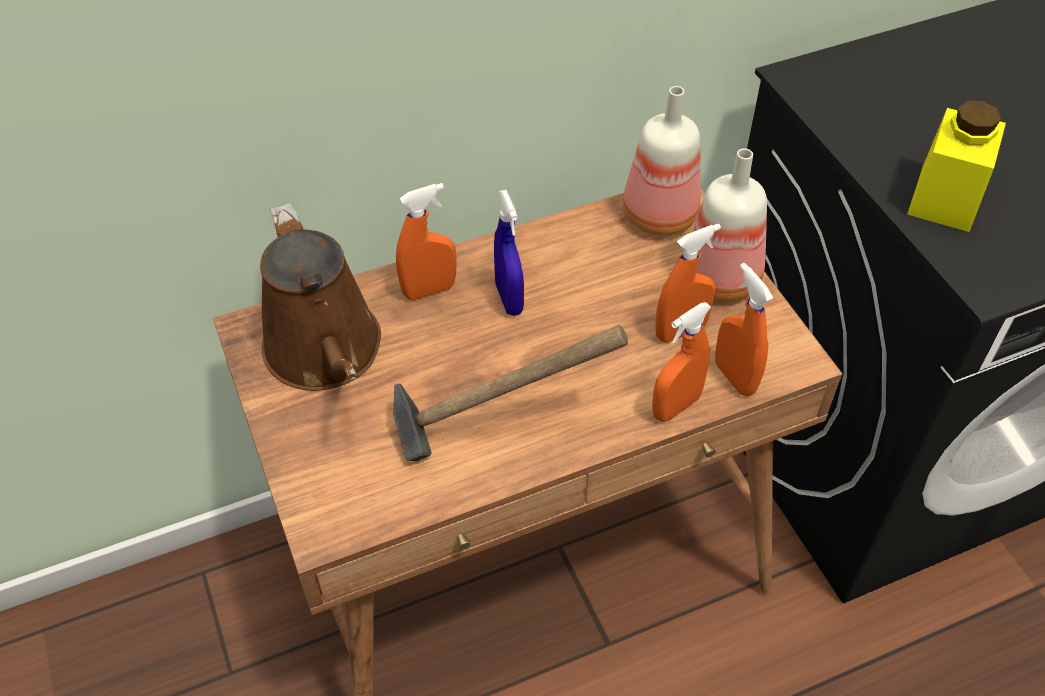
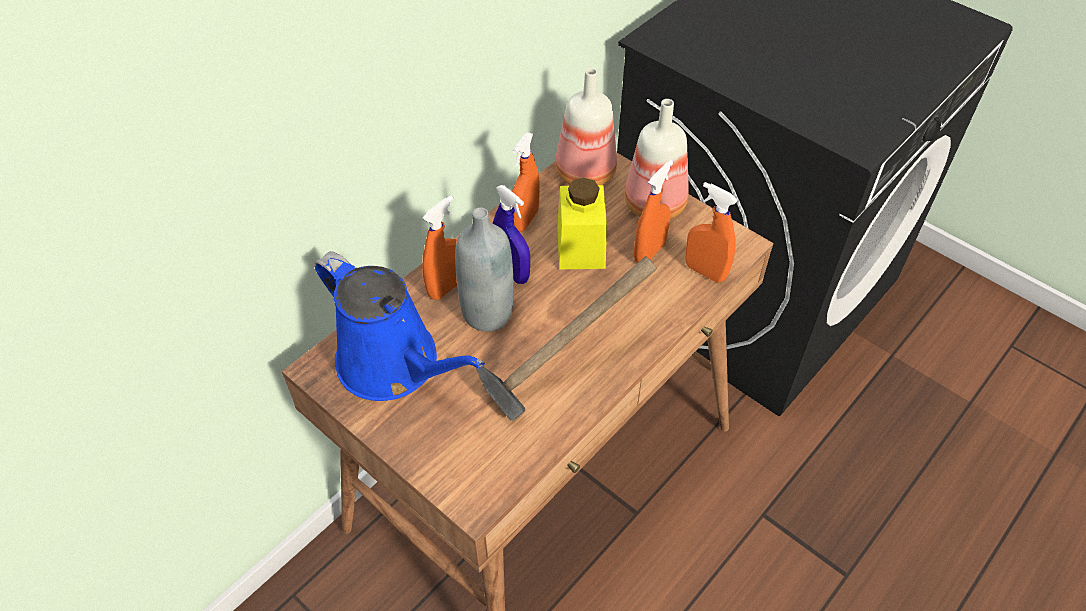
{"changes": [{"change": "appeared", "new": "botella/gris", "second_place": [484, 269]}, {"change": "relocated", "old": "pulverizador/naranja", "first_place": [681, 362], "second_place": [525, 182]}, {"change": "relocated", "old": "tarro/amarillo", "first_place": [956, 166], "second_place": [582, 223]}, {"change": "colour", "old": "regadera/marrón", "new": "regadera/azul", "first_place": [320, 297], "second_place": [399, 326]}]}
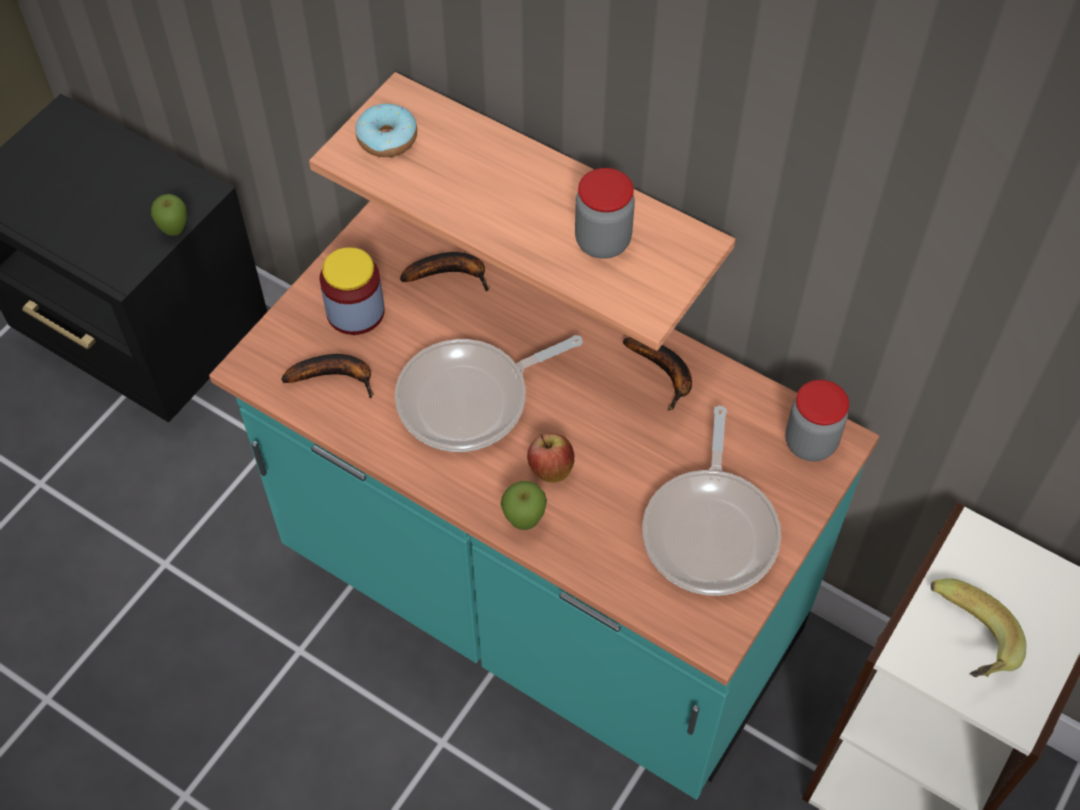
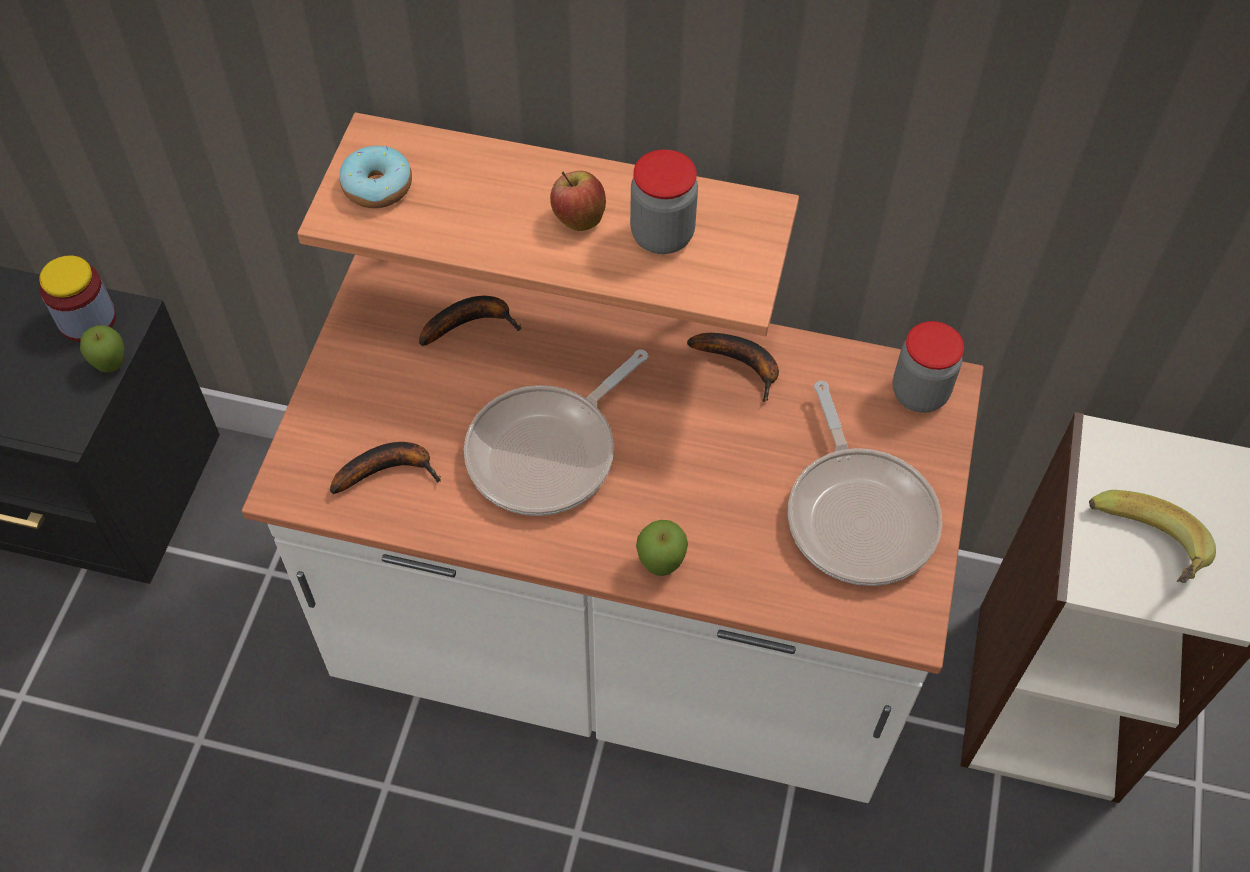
{"changes": [{"change": "relocated", "old": "tarro", "first_place": [352, 291], "second_place": [77, 298]}, {"change": "relocated", "old": "manzana", "first_place": [550, 458], "second_place": [578, 201]}, {"change": "colour", "old": "mueble bajo de cocina/turquesa", "new": "mueble bajo de cocina/blanco", "first_place": [544, 500], "second_place": [613, 529]}]}
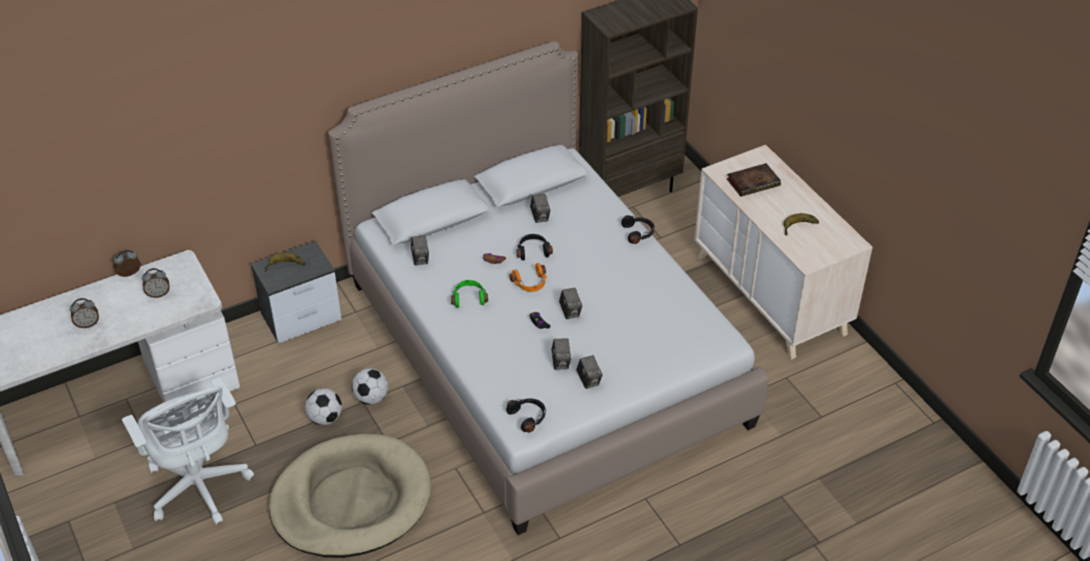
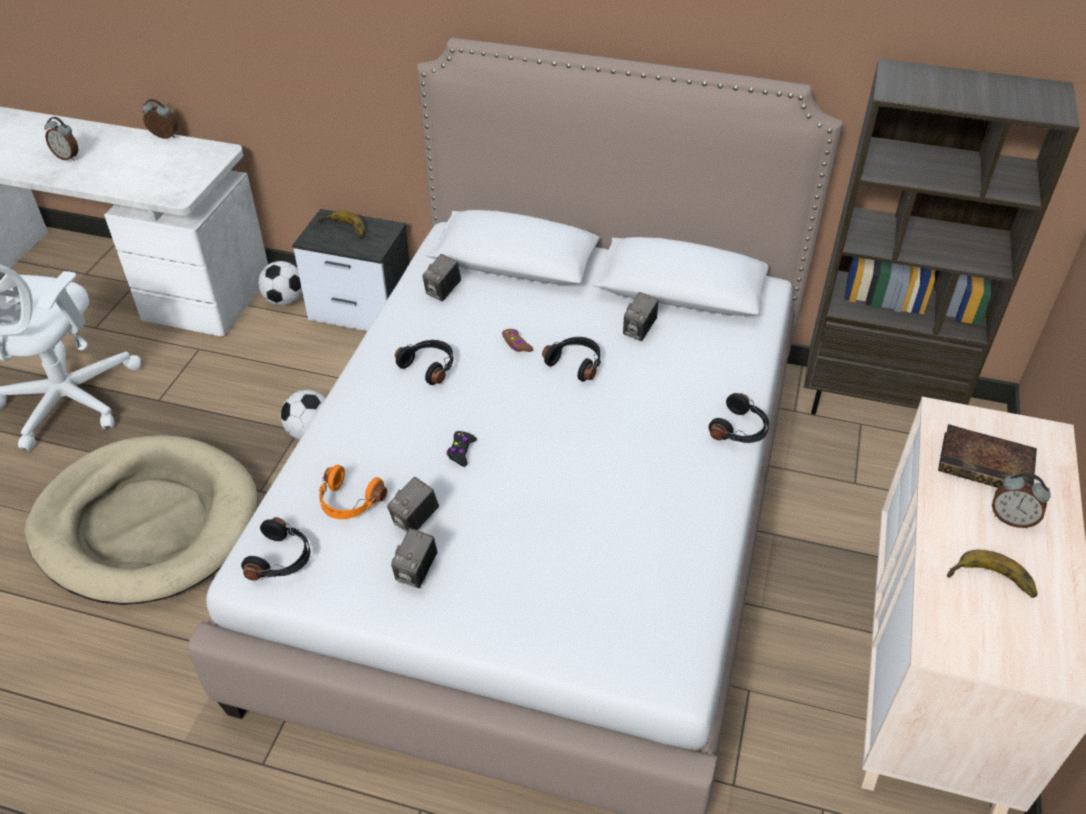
{"changes": [{"change": "missing", "old": "cámara", "first_place": [570, 303]}, {"change": "relocated", "old": "despertador", "first_place": [156, 283], "second_place": [1021, 500]}, {"change": "relocated", "old": "balón de fútbol", "first_place": [323, 406], "second_place": [280, 283]}, {"change": "relocated", "old": "auriculares/naranja", "first_place": [528, 277], "second_place": [353, 491]}, {"change": "colour", "old": "auriculares/verde", "new": "auriculares/negro", "first_place": [469, 294], "second_place": [424, 362]}]}
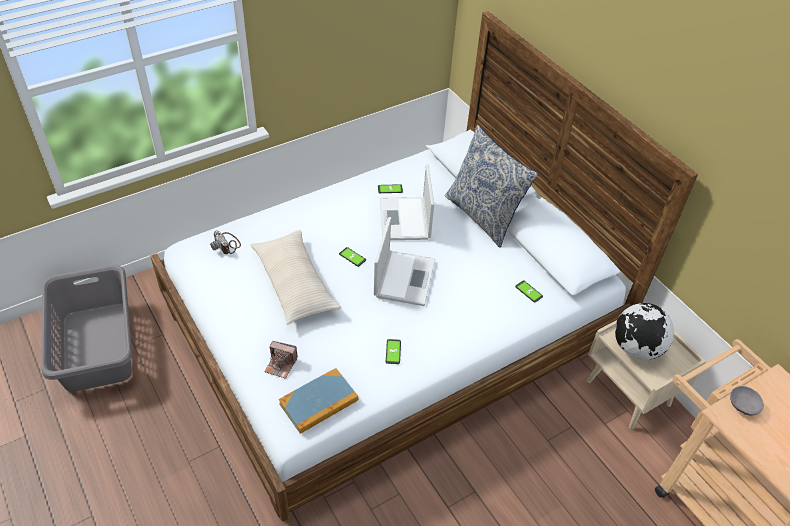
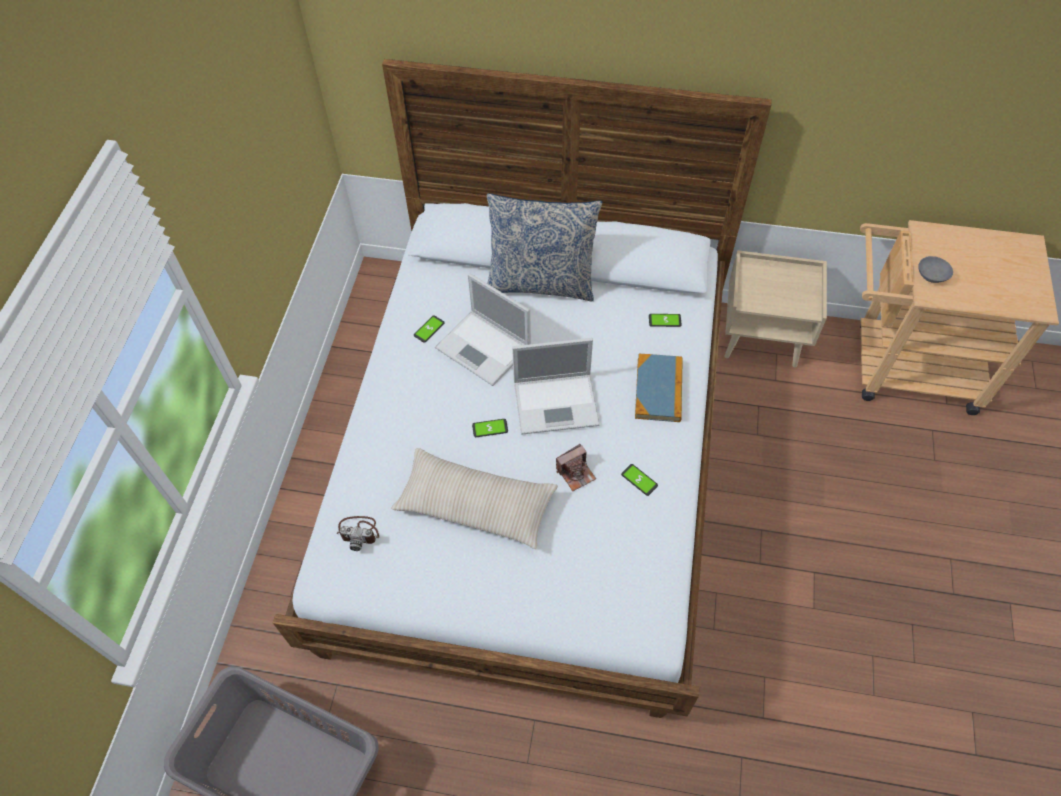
{"changes": [{"change": "missing", "old": "globo terráqueo", "first_place": [644, 331]}, {"change": "relocated", "old": "cámara", "first_place": [281, 360], "second_place": [576, 467]}, {"change": "relocated", "old": "libro", "first_place": [319, 401], "second_place": [659, 388]}, {"change": "spun", "old": "portátil", "first_place": [404, 261], "second_place": [556, 386], "degrees": 120}]}
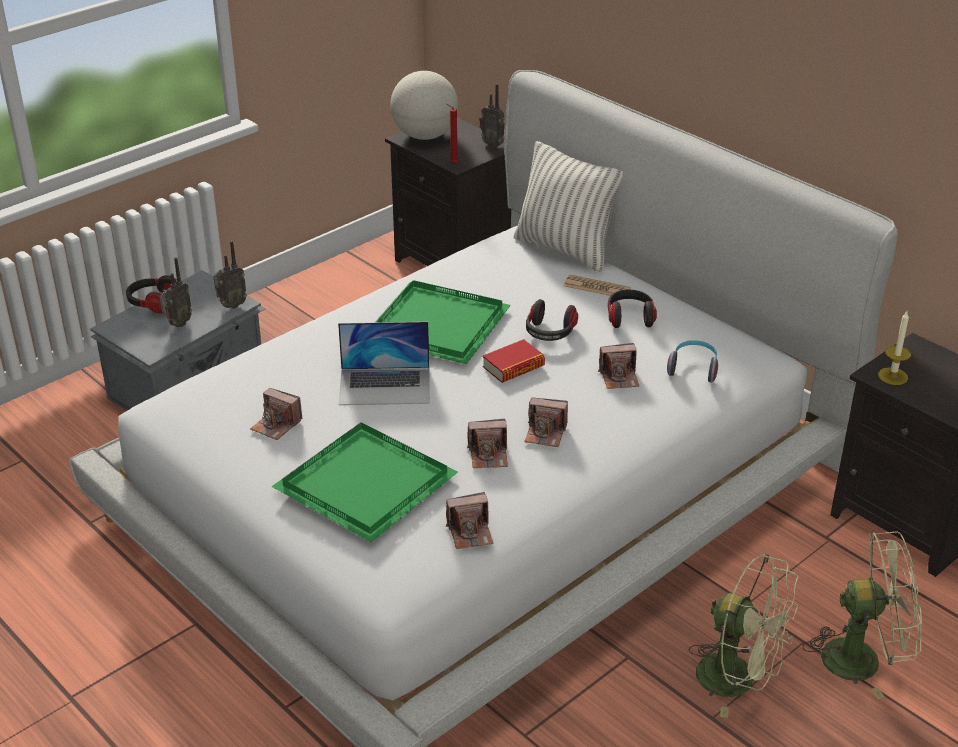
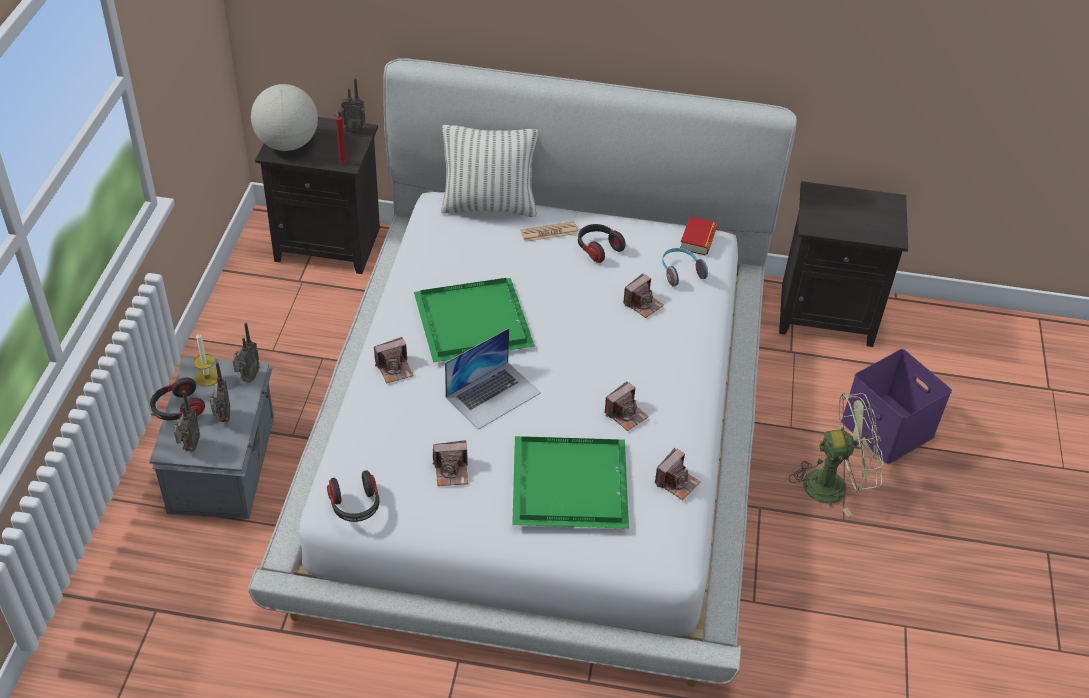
{"changes": [{"change": "appeared", "new": "radio", "second_place": [187, 421]}, {"change": "relocated", "old": "libro", "first_place": [514, 361], "second_place": [698, 235]}, {"change": "relocated", "old": "cámara", "first_place": [546, 422], "second_place": [394, 360]}, {"change": "relocated", "old": "auriculares", "first_place": [552, 320], "second_place": [353, 496]}, {"change": "relocated", "old": "vela", "first_place": [894, 348], "second_place": [206, 359]}, {"change": "exchanged", "old": "ventilador/verde", "new": "caja de almacenaje/morado", "first_place": [862, 615], "second_place": [896, 406]}]}
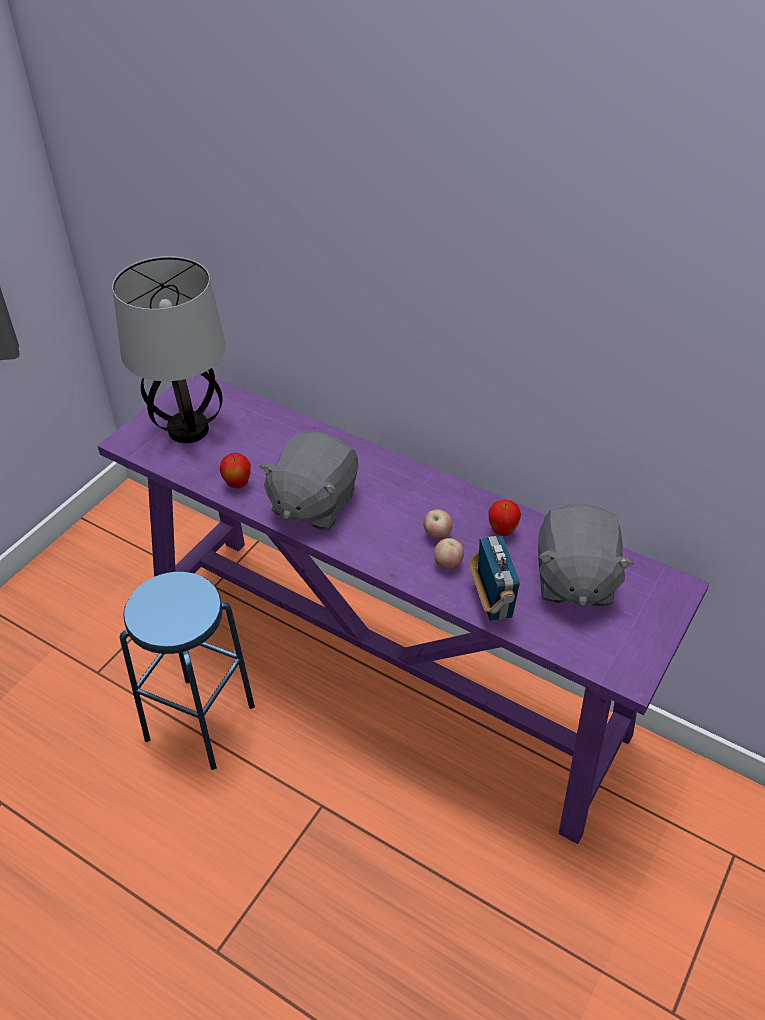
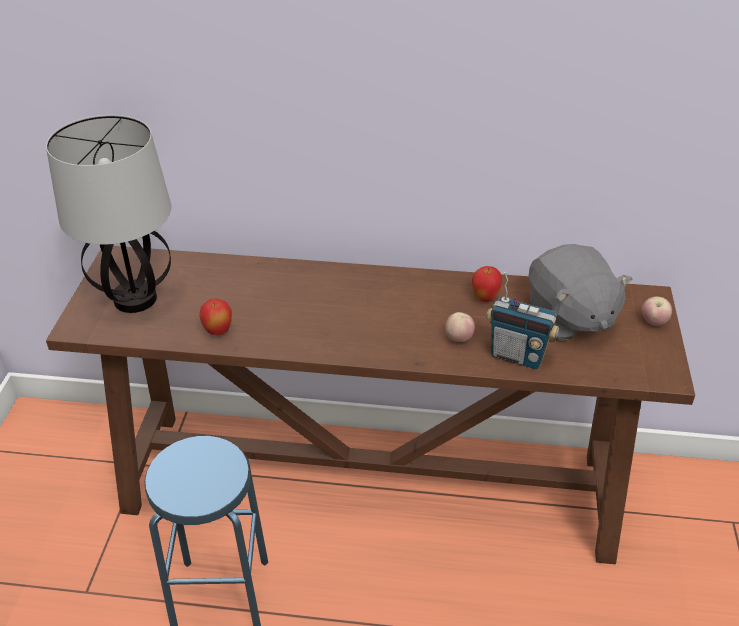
{"changes": [{"change": "missing", "old": "peluche/gris", "first_place": [308, 481]}, {"change": "relocated", "old": "manzana", "first_place": [438, 524], "second_place": [656, 311]}, {"change": "colour", "old": "mesa consola/morado", "new": "mesa consola/marrón", "first_place": [403, 609], "second_place": [370, 405]}, {"change": "spun", "old": "radio", "first_place": [494, 578], "second_place": [523, 320], "degrees": 150}]}
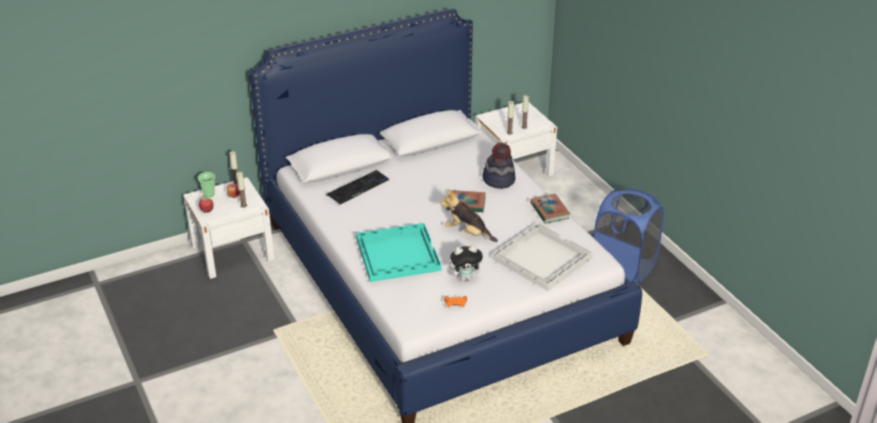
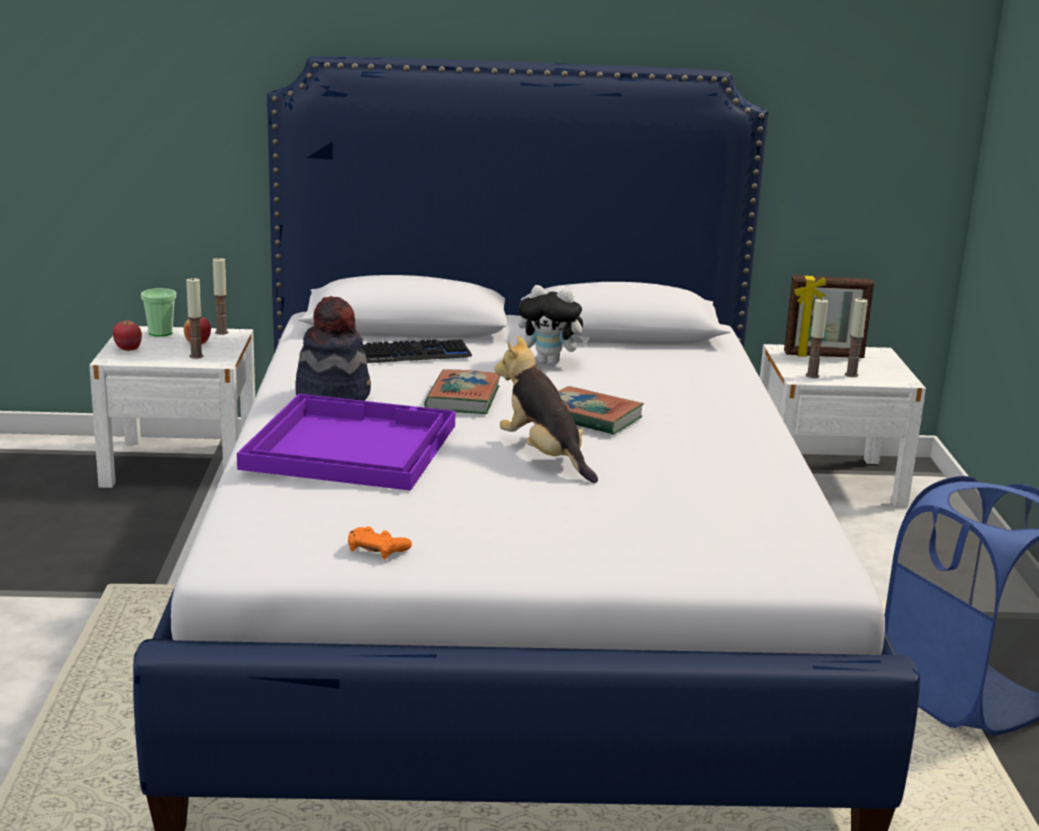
{"changes": [{"change": "missing", "old": "bandeja/blanco", "first_place": [543, 257]}, {"change": "appeared", "new": "portarretratos", "second_place": [829, 316]}, {"change": "relocated", "old": "peluche", "first_place": [468, 263], "second_place": [554, 325]}, {"change": "relocated", "old": "sombrero", "first_place": [498, 166], "second_place": [333, 348]}, {"change": "relocated", "old": "libro", "first_place": [550, 209], "second_place": [462, 391]}, {"change": "colour", "old": "bandeja/turquesa", "new": "bandeja/morado", "first_place": [399, 252], "second_place": [346, 442]}]}
